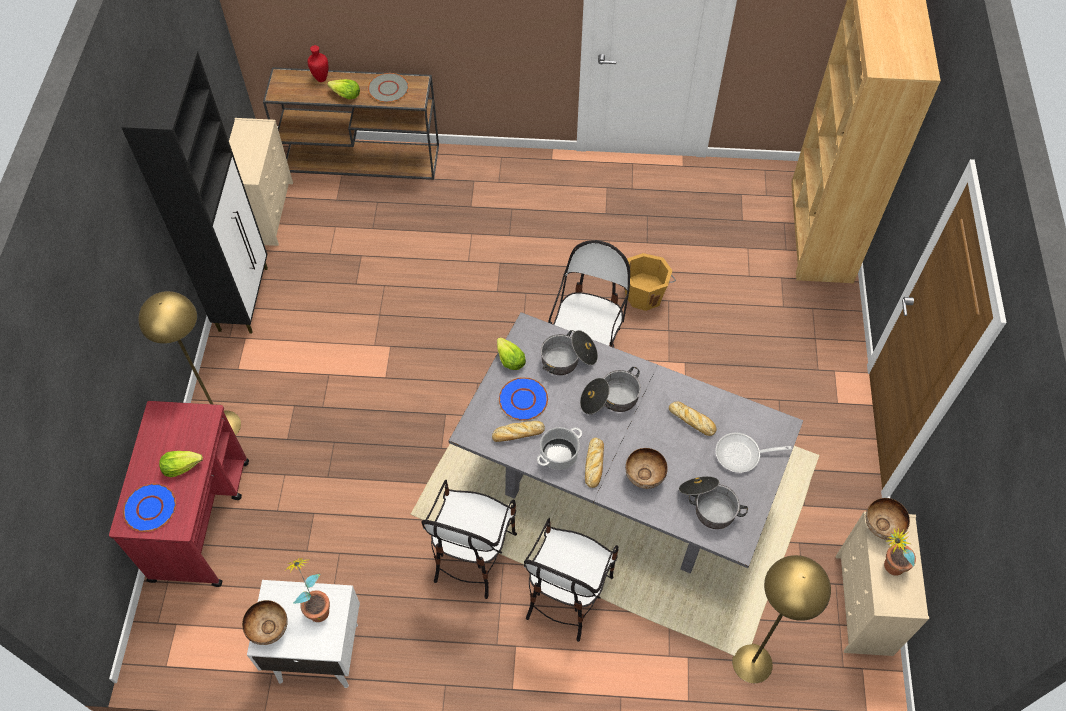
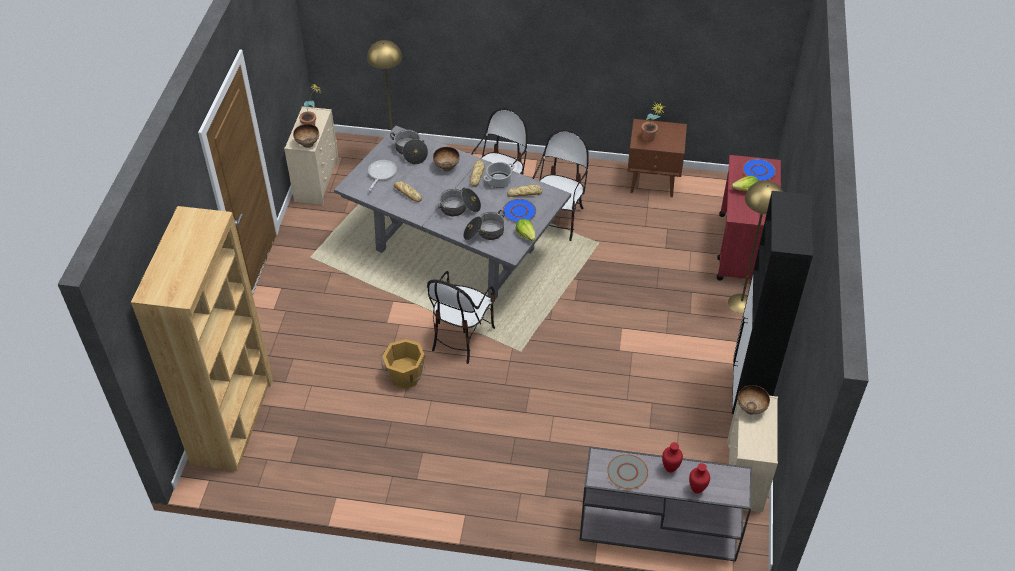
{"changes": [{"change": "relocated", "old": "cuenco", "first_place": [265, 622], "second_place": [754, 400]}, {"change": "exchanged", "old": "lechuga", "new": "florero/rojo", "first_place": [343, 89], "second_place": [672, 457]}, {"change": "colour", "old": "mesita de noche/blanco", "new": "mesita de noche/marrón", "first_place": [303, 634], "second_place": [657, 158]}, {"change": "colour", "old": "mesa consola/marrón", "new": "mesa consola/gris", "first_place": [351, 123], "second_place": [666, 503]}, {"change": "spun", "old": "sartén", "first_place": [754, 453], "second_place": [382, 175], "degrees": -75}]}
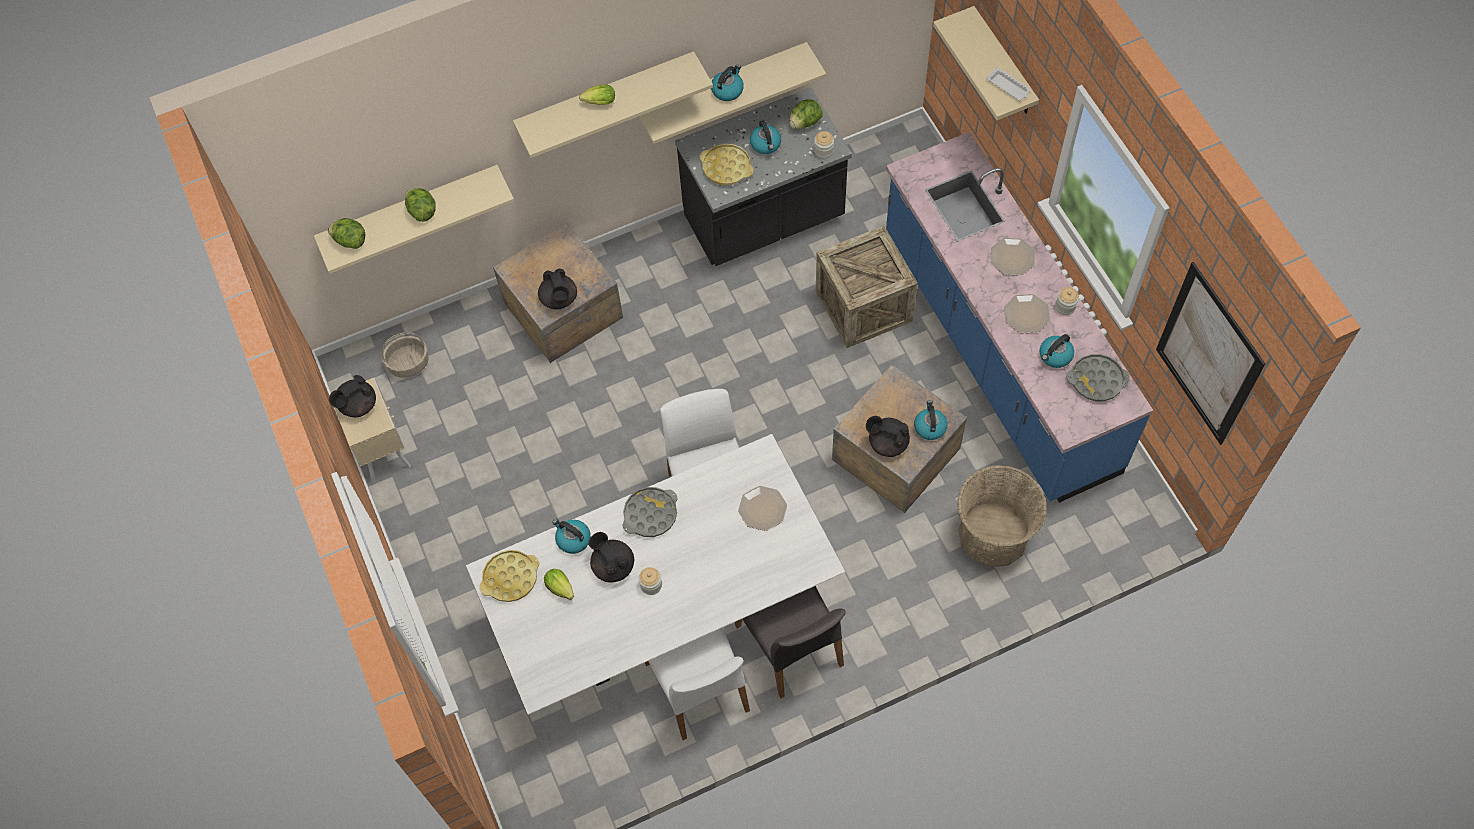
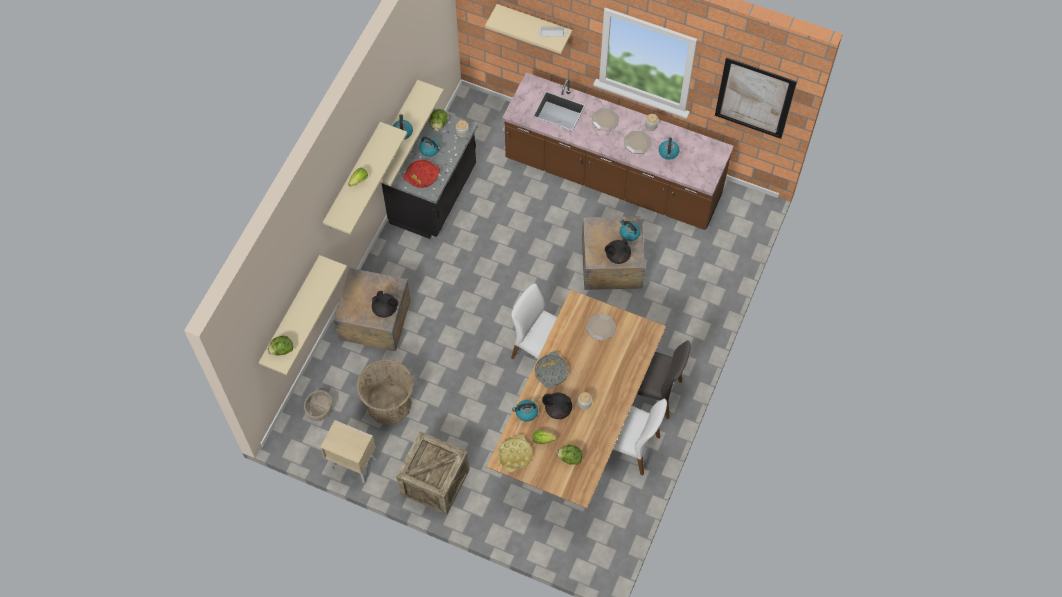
{"changes": [{"change": "missing", "old": "tetera/negro", "first_place": [352, 396]}, {"change": "missing", "old": "bandeja/gris", "first_place": [1098, 377]}, {"change": "relocated", "old": "lechuga", "first_place": [420, 205], "second_place": [569, 455]}, {"change": "relocated", "old": "caja de embalaje", "first_place": [867, 287], "second_place": [432, 473]}, {"change": "relocated", "old": "cesta", "first_place": [1002, 516], "second_place": [385, 392]}, {"change": "colour", "old": "mesa de comedor/blanco", "new": "mesa de comedor/marrón", "first_place": [655, 574], "second_place": [576, 399]}, {"change": "colour", "old": "bandeja/amarillo", "new": "bandeja/rojo", "first_place": [727, 164], "second_place": [421, 174]}, {"change": "colour", "old": "mueble bajo de cocina/azul", "new": "mueble bajo de cocina/marrón", "first_place": [1019, 317], "second_place": [618, 151]}]}
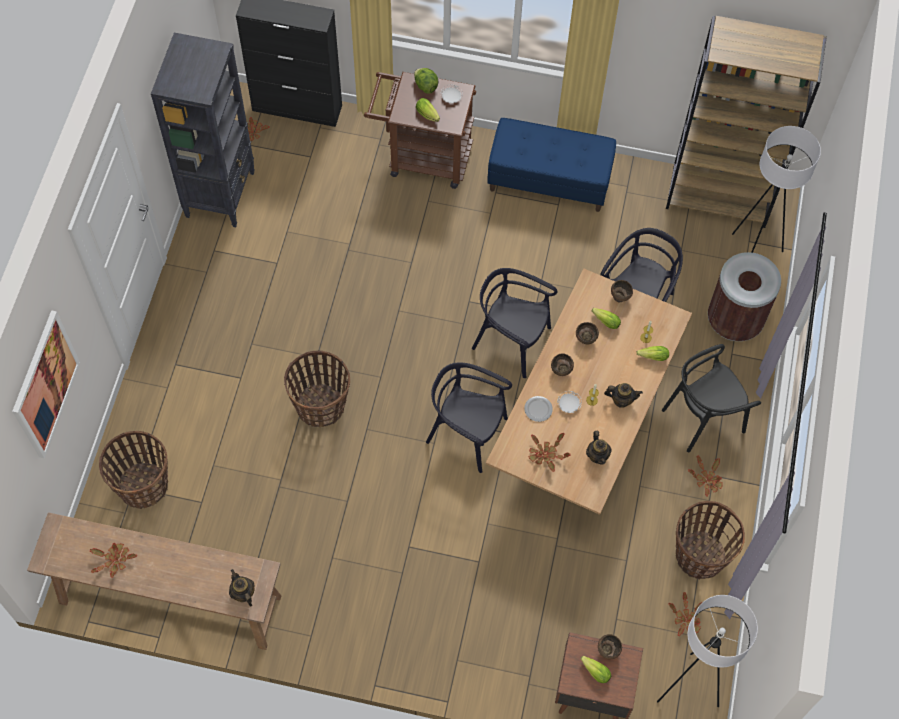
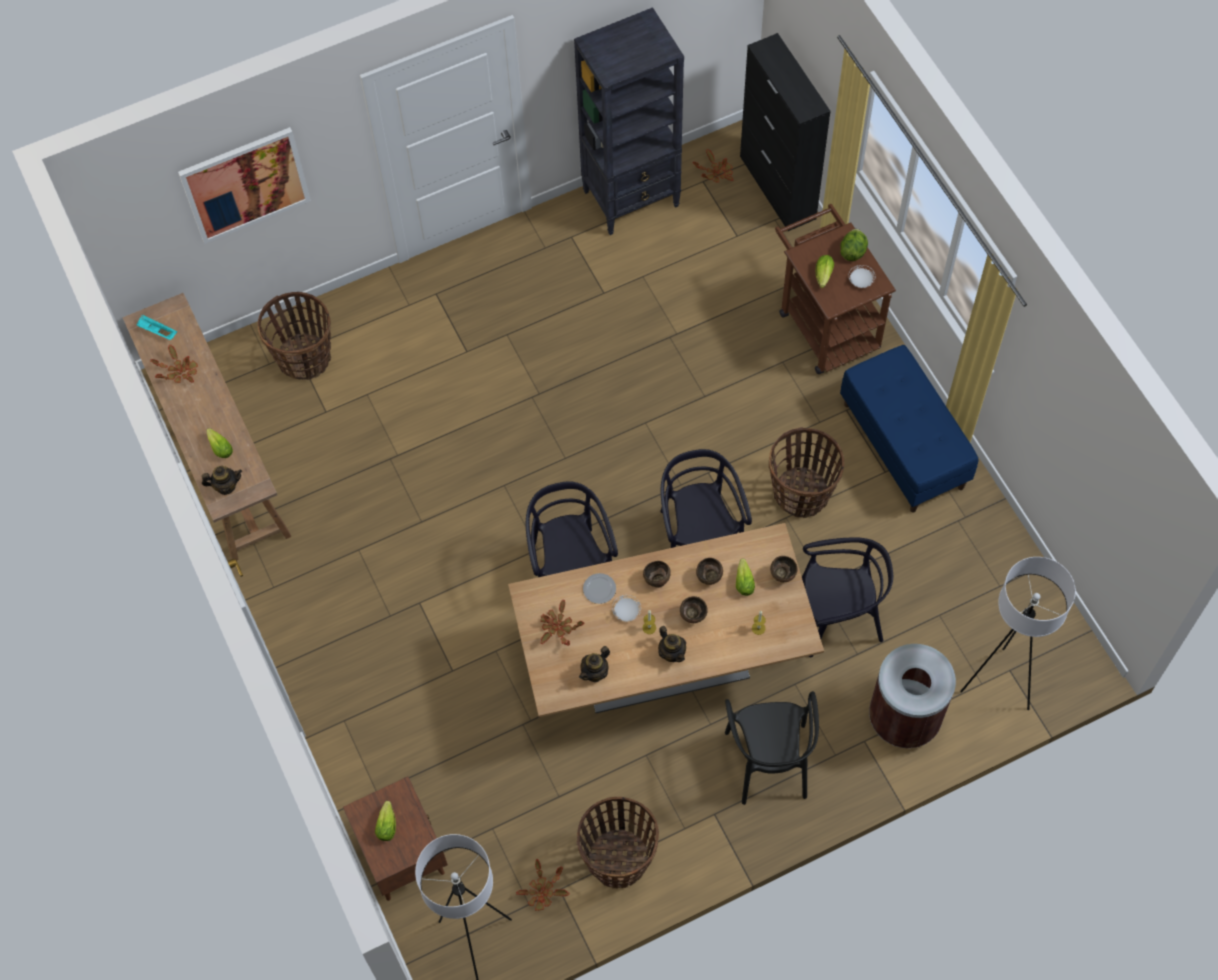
{"changes": [{"change": "missing", "old": "estantería/marrón", "first_place": [746, 122]}, {"change": "missing", "old": "planta en maceta", "first_place": [705, 476]}, {"change": "appeared", "new": "bandeja/turquesa", "second_place": [157, 327]}, {"change": "relocated", "old": "cesta", "first_place": [317, 389], "second_place": [806, 472]}, {"change": "relocated", "old": "cuenco/marrón", "first_place": [610, 646], "second_place": [694, 609]}, {"change": "relocated", "old": "lechuga", "first_place": [652, 353], "second_place": [219, 443]}, {"change": "spun", "old": "tetera", "first_place": [242, 587], "second_place": [222, 480], "degrees": 60}, {"change": "spun", "old": "silla/negro", "first_place": [711, 398], "second_place": [772, 748], "degrees": -120}]}
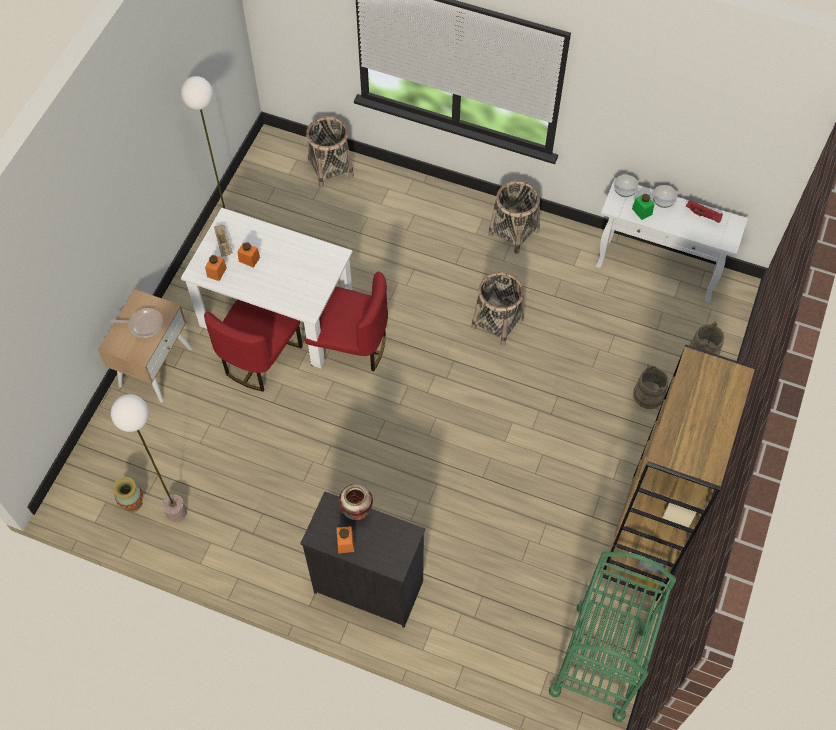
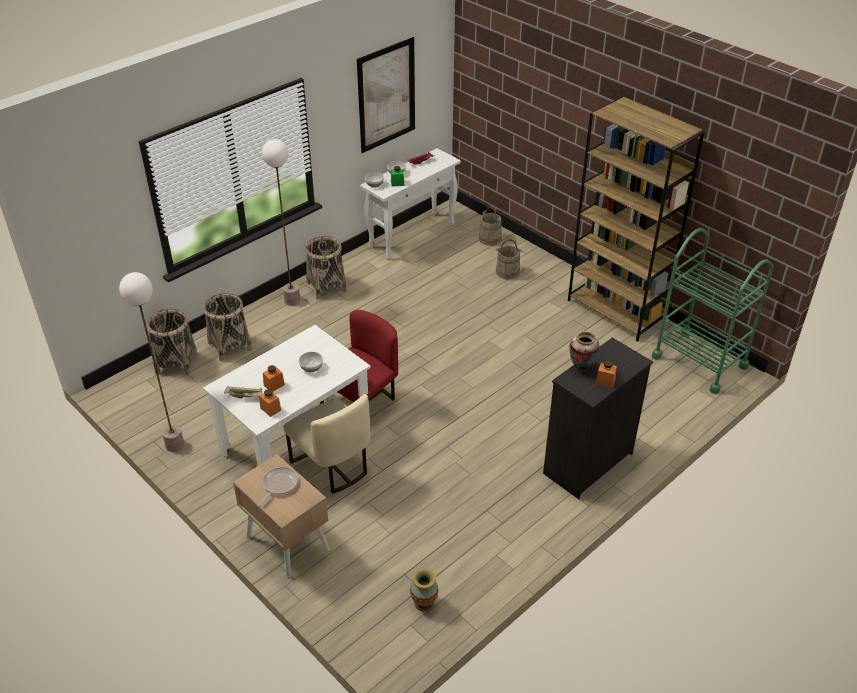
{"changes": [{"change": "appeared", "new": "cuenco", "second_place": [311, 362]}, {"change": "appeared", "new": "cuadro", "second_place": [386, 95]}, {"change": "relocated", "old": "lámpara de pie", "first_place": [149, 458], "second_place": [281, 222]}, {"change": "relocated", "old": "cesta", "first_place": [497, 309], "second_place": [227, 327]}, {"change": "colour", "old": "silla/rojo", "new": "silla/beis", "first_place": [253, 345], "second_place": [326, 444]}]}
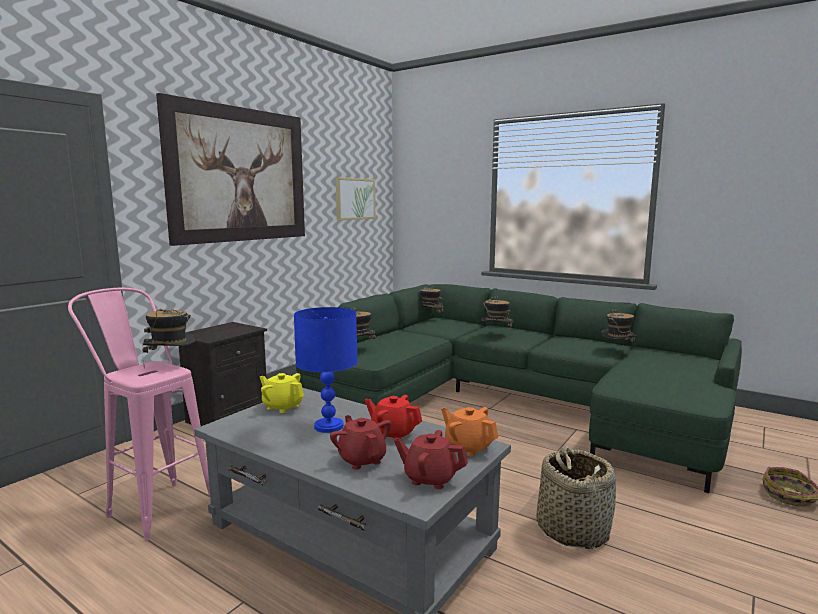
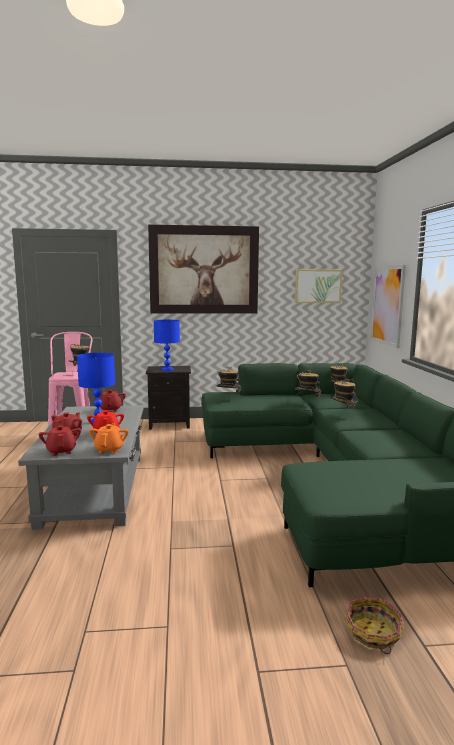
{"changes": [{"change": "missing", "old": "cesta", "first_place": [576, 497]}, {"change": "appeared", "new": "lámpara de mesa/azul", "second_place": [167, 345]}, {"change": "appeared", "new": "cuadro", "second_place": [388, 306]}, {"change": "relocated", "old": "sombrero", "first_place": [619, 328], "second_place": [308, 383]}, {"change": "colour", "old": "tetera/amarillo", "new": "tetera/rojo", "first_place": [282, 393], "second_place": [110, 401]}]}
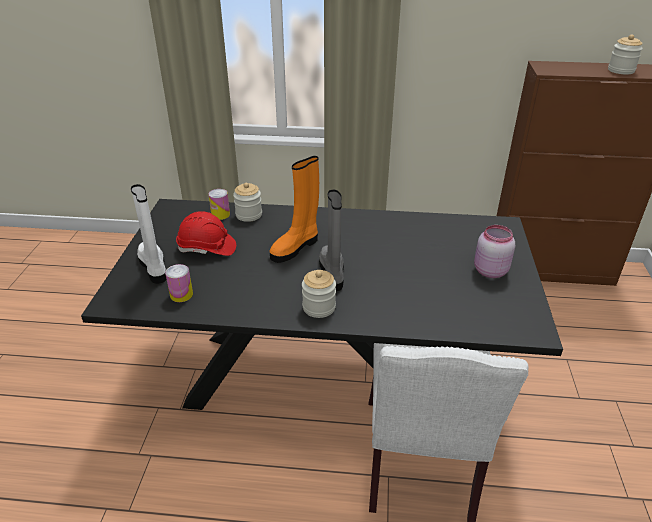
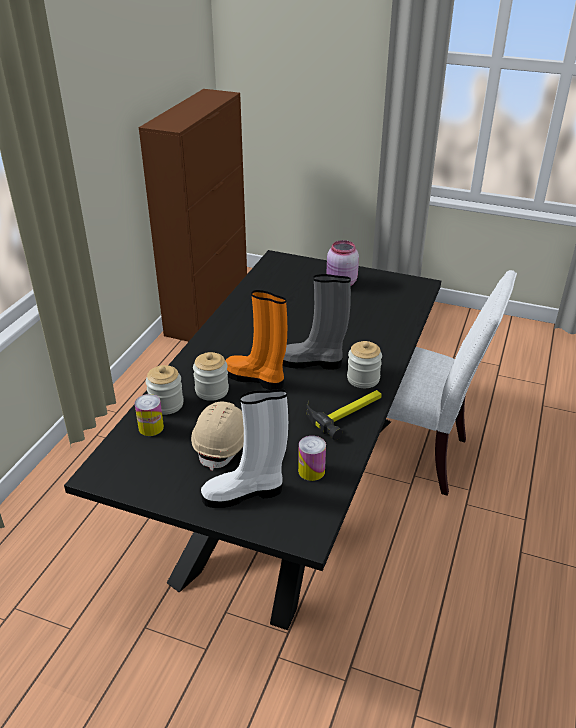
{"changes": [{"change": "appeared", "new": "martillo", "second_place": [344, 415]}, {"change": "relocated", "old": "tarro", "first_place": [625, 54], "second_place": [211, 376]}, {"change": "colour", "old": "casco/rojo", "new": "casco/beis", "first_place": [206, 233], "second_place": [217, 436]}, {"change": "spun", "old": "bota/naranja", "first_place": [294, 209], "second_place": [256, 340], "degrees": 150}]}
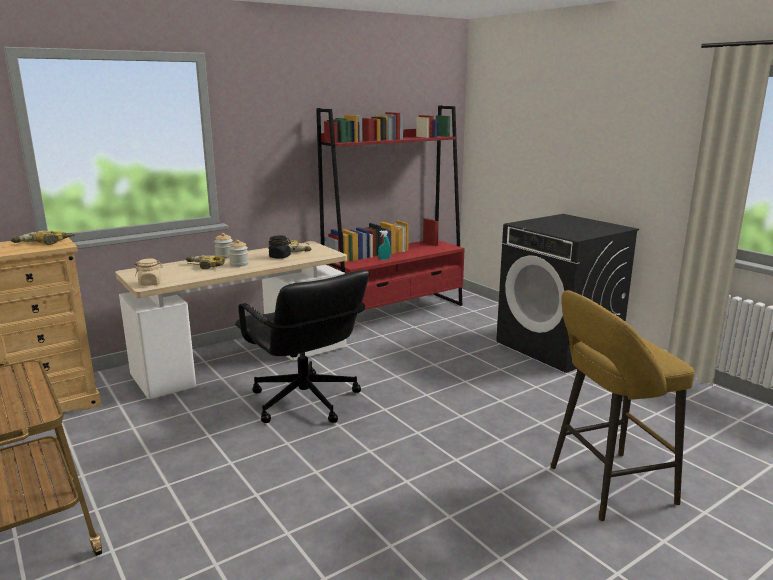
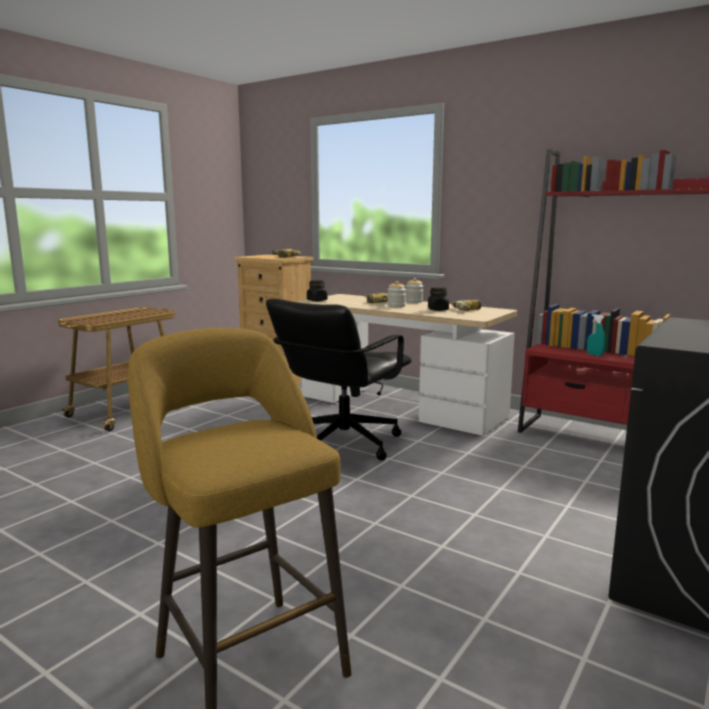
{"changes": [{"change": "colour", "old": "tarro/beis", "new": "tarro/negro", "first_place": [149, 272], "second_place": [317, 290]}]}
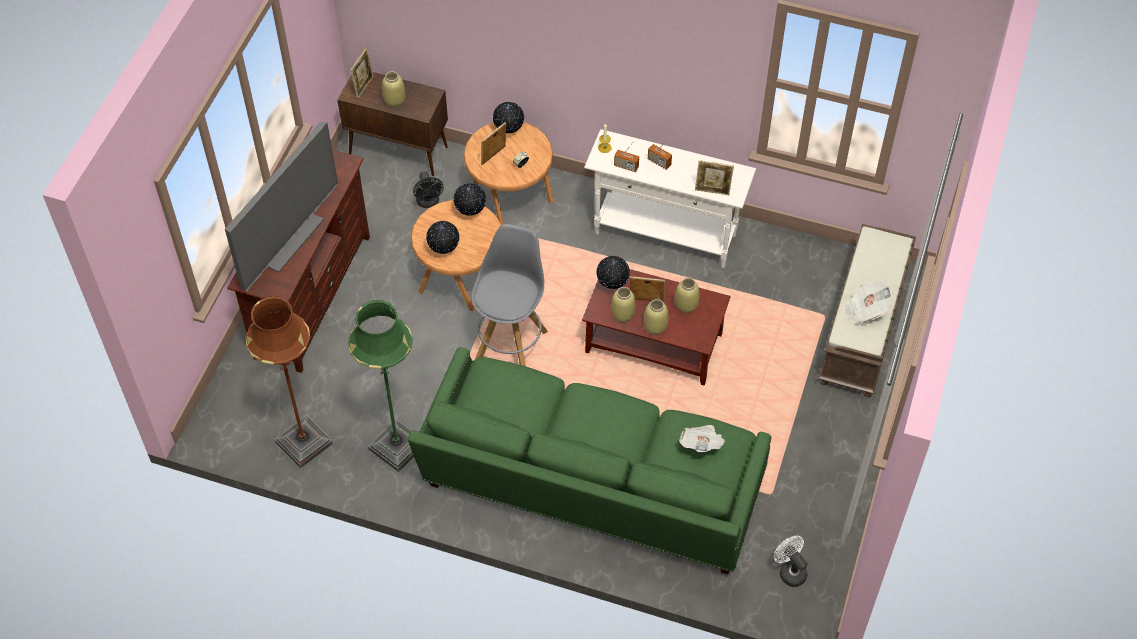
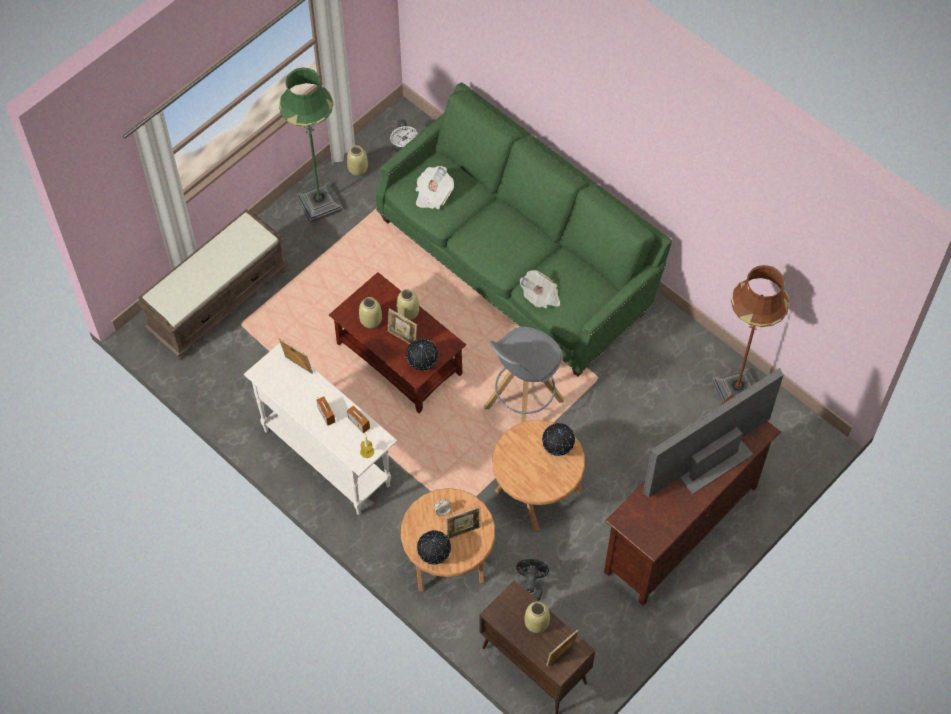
{"changes": [{"change": "missing", "old": "globo terráqueo", "first_place": [469, 199]}, {"change": "relocated", "old": "lámpara de pie/verde", "first_place": [381, 386], "second_place": [311, 146]}, {"change": "relocated", "old": "florero/beis", "first_place": [623, 304], "second_place": [357, 160]}, {"change": "relocated", "old": "periódico", "first_place": [867, 303], "second_place": [540, 289]}]}
